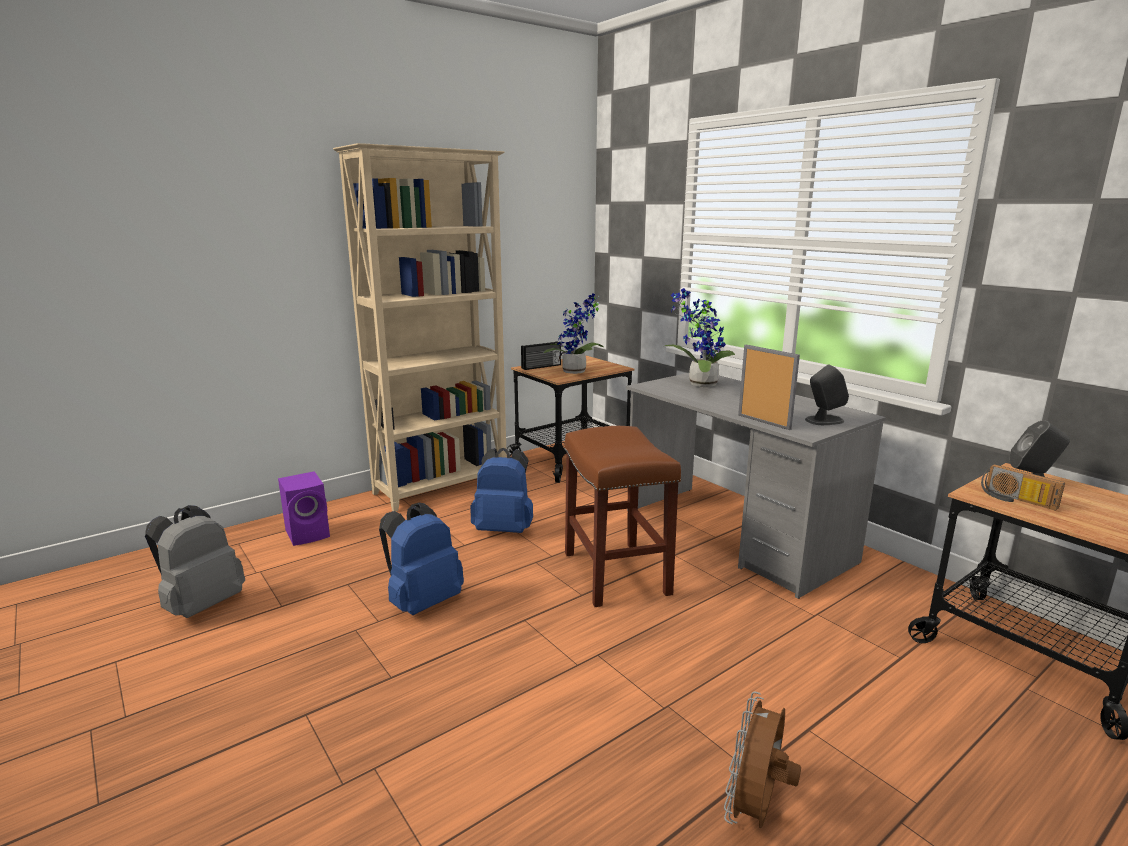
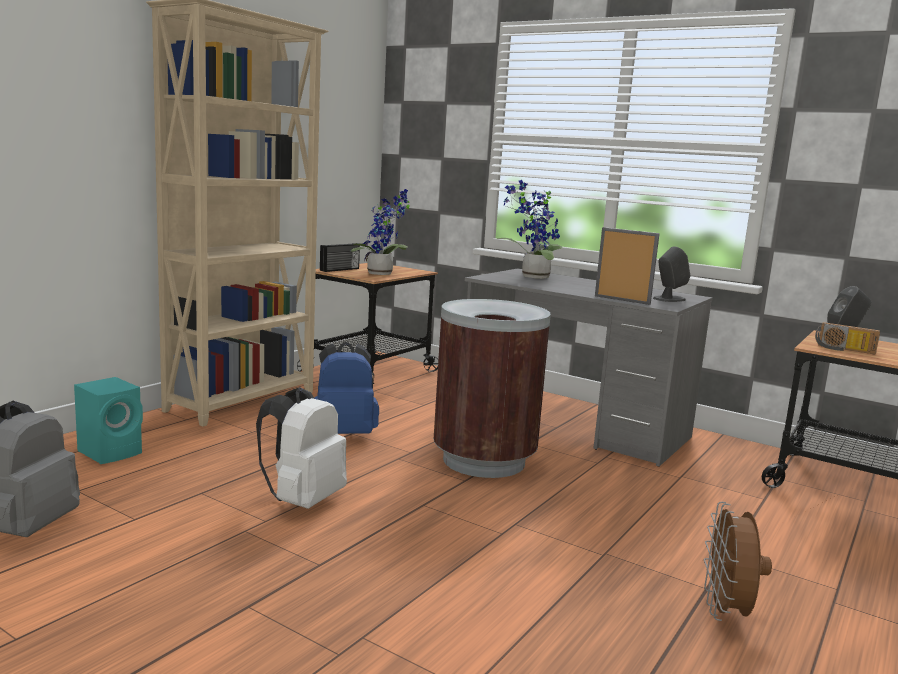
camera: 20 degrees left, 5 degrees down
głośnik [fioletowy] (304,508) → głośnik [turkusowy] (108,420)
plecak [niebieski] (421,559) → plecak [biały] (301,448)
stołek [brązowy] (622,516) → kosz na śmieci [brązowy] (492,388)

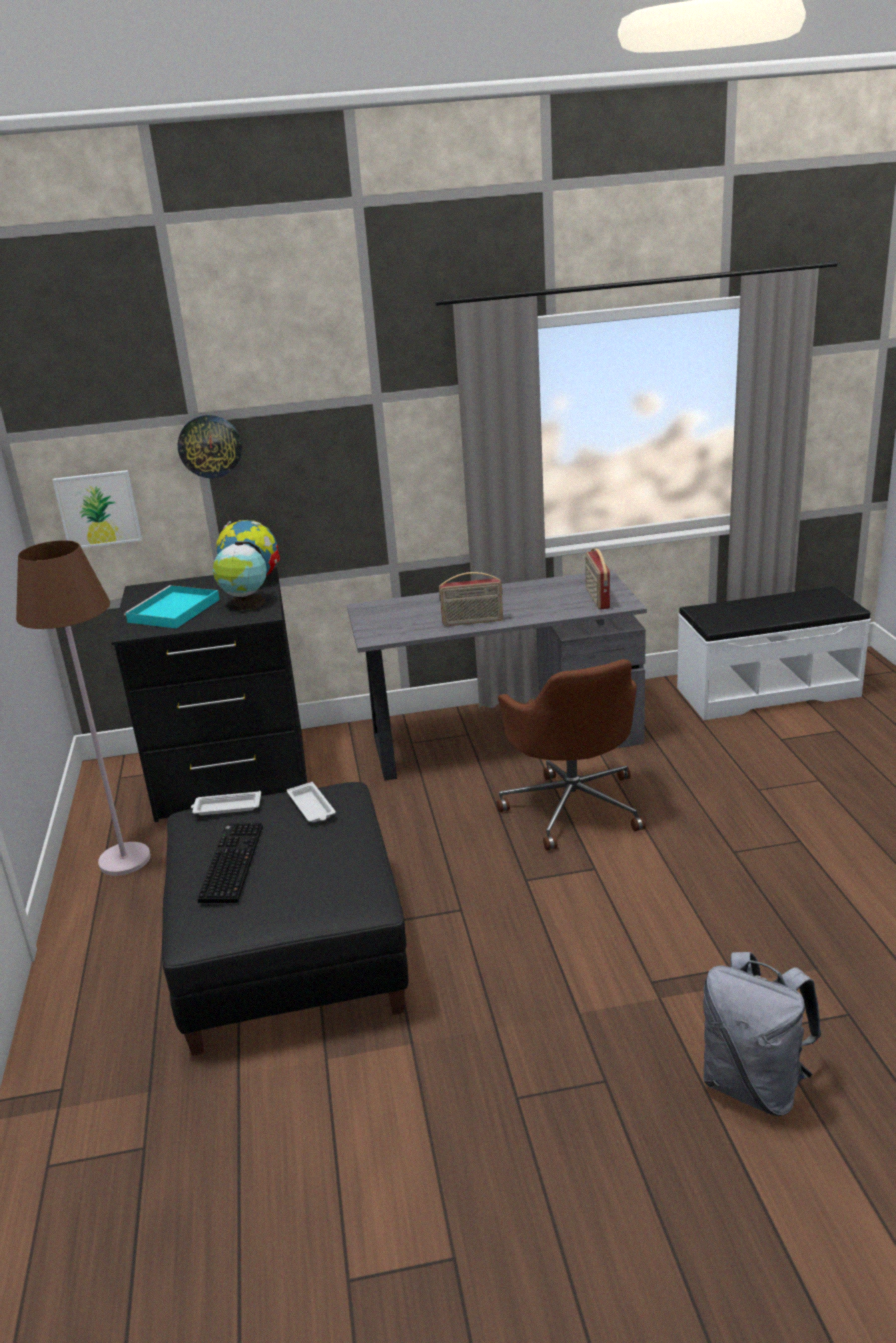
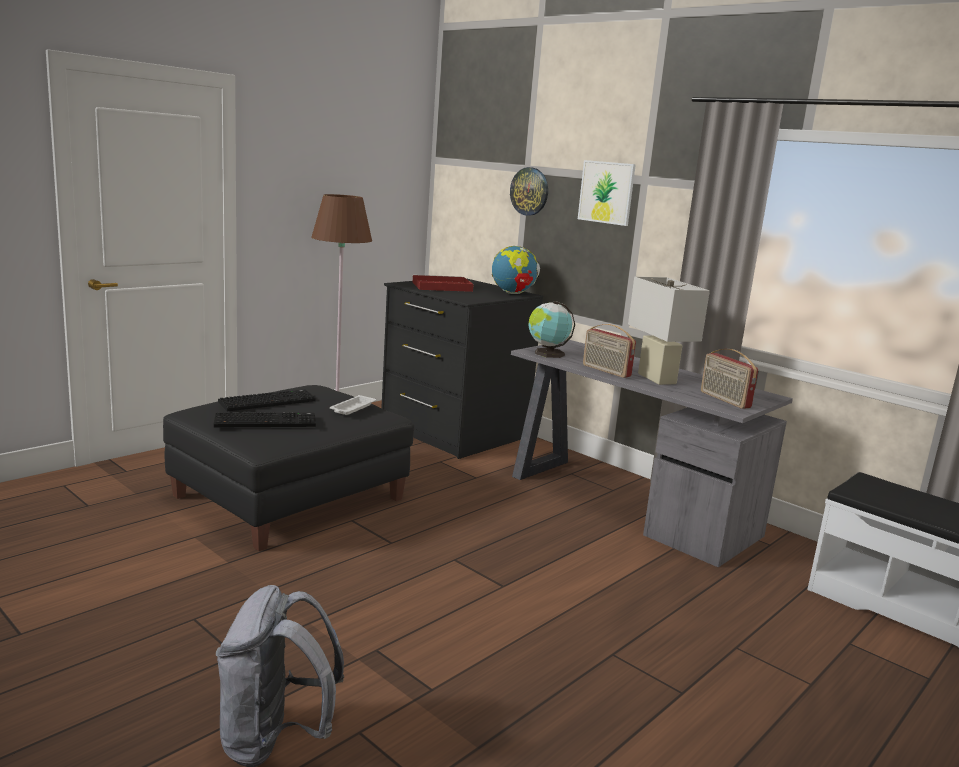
camera: 50 degrees right, 10 degrees down
- → klawiatura (265,420)
taca [turkusowy] (172,607) → taca [czerwony] (443,283)
globus (240,576) → globus (551,329), relocated
obraz (97,509) → obraz (607,193), relocated
- → lampa stołowa [biały] (669,331)
radio (597,578) → radio (729,379), 75 degrees counterclockwise
taca [biały] (226,803) → -
krzesło biurowe [brązowy] (571,755) → -

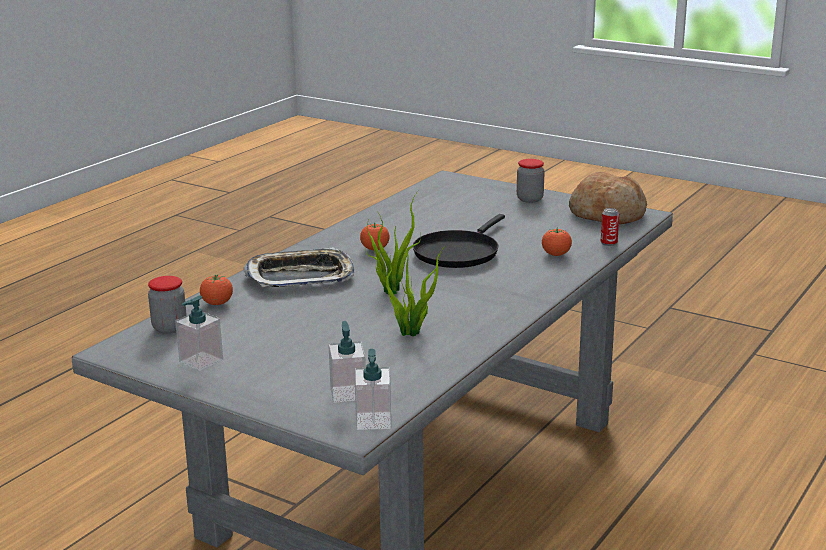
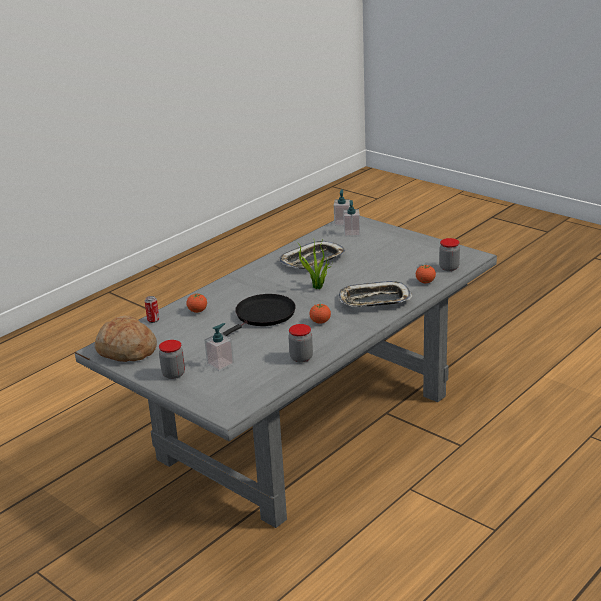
camera: 170 degrees left, 5 degrees up
dozownik mydła (199,333) → dozownik mydła (219,347), relocated
roślina doniczkowa (414,290) → taca (312,255)
- → słoik (300,343)

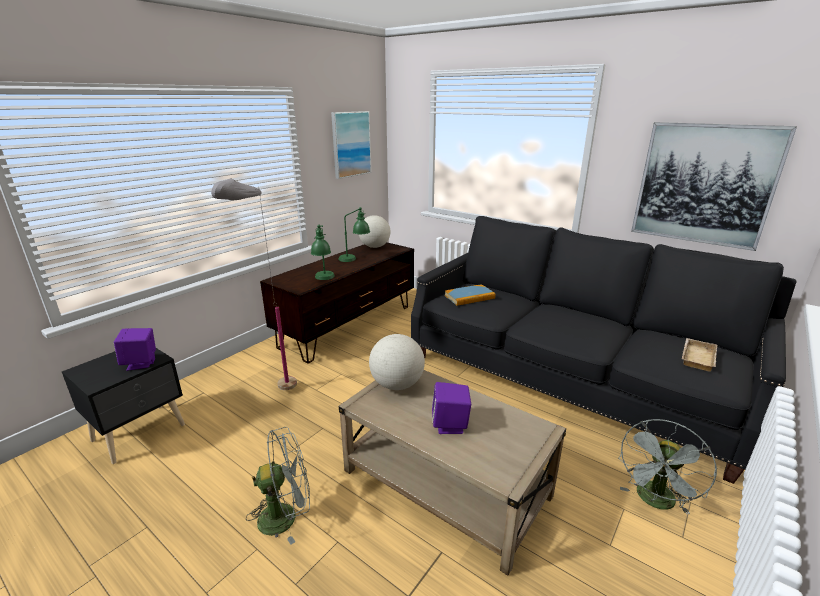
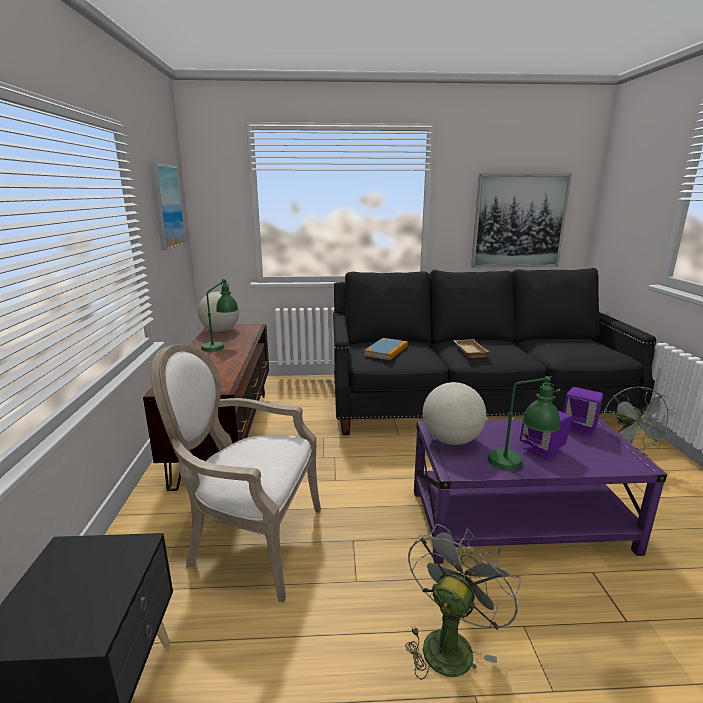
camera: 40 degrees left, 5 degrees down
lampa stojąca [szary] (254,284) → fotel (236,473)
ława [beżowy] (452,472) → ława [fioletowy] (540,491)
taca [beżowy] (699,355) → taca [beżowy] (470,348), relocated
lampa stołowa [zielony] (323,252) → lampa stołowa [zielony] (524,423), relocated
głośnik [fioletowy] (135,349) → głośnik [fioletowy] (583,411), relocated

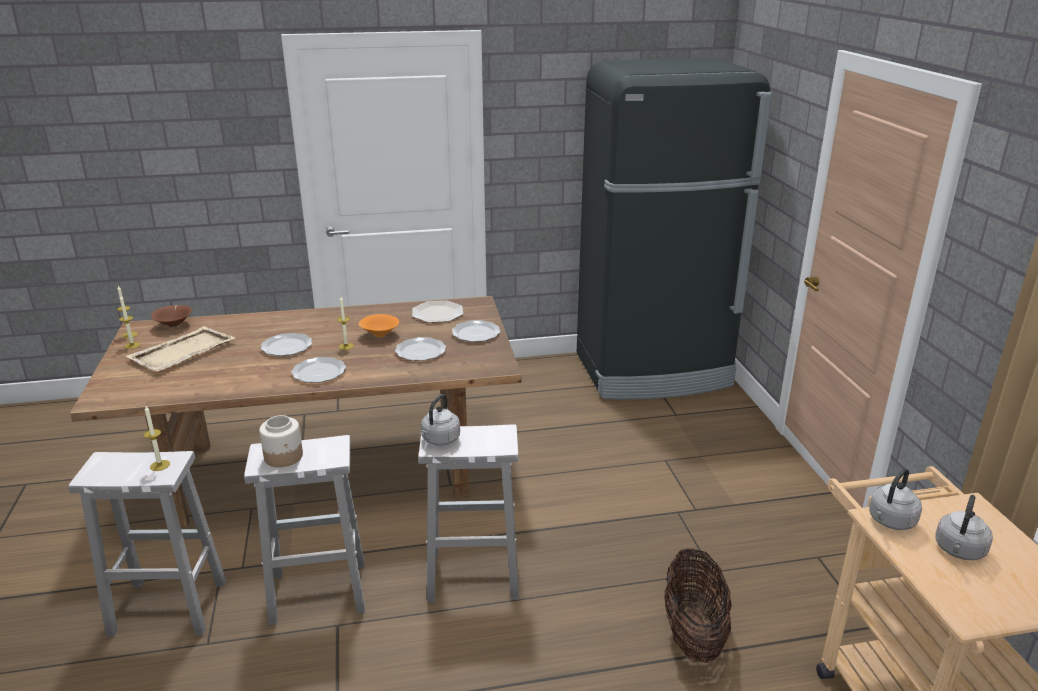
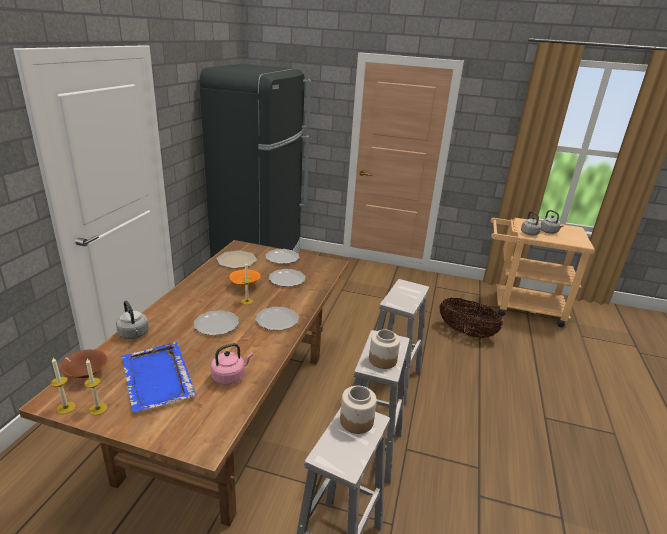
camera: 65 degrees left, 0 degrees up
czajnik [szary] (440,420) → czajnik [szary] (132,319), relocated
taca [beżowy] (180,349) → taca [niebieski] (158,377)
- → czajnik [różowy] (232,364)
świeca (157,438) → słoik (358,410)

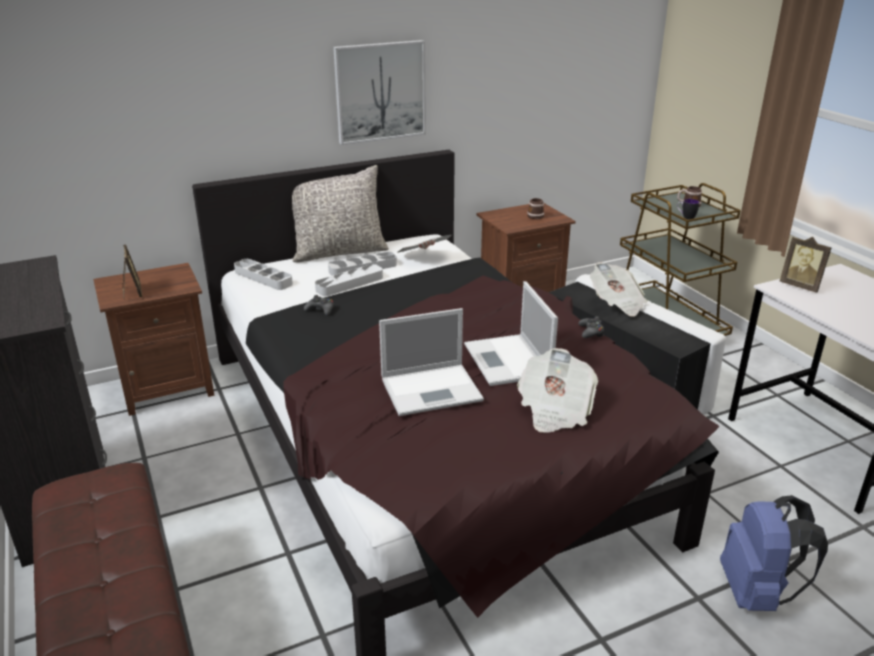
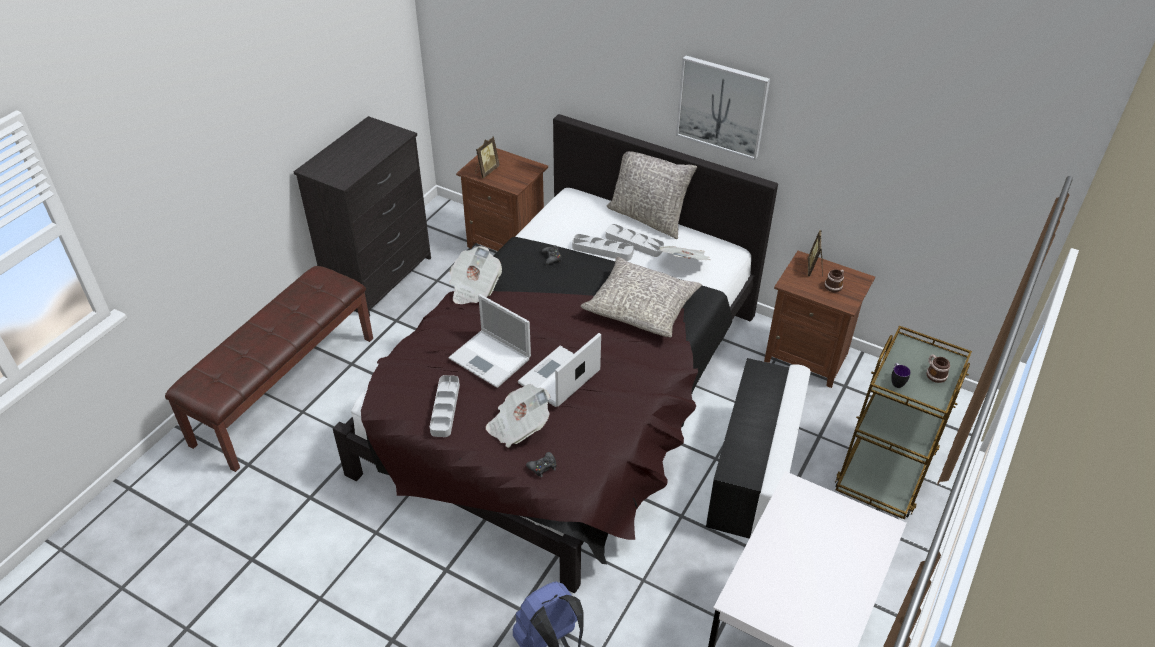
camera: 55 degrees right, 15 degrees up
taca [szary] (263,274) → taca [szary] (445,406), relocated
gazeta (619,289) → gazeta (475,275), relocated
pad do gier [czarny] (591,327) → pad do gier [czarny] (541,464), relocated
- → poduszka [szary] (641,297)
ramka na zdjęcie (806,265) → ramka na zdjęcie (815,253), relocated

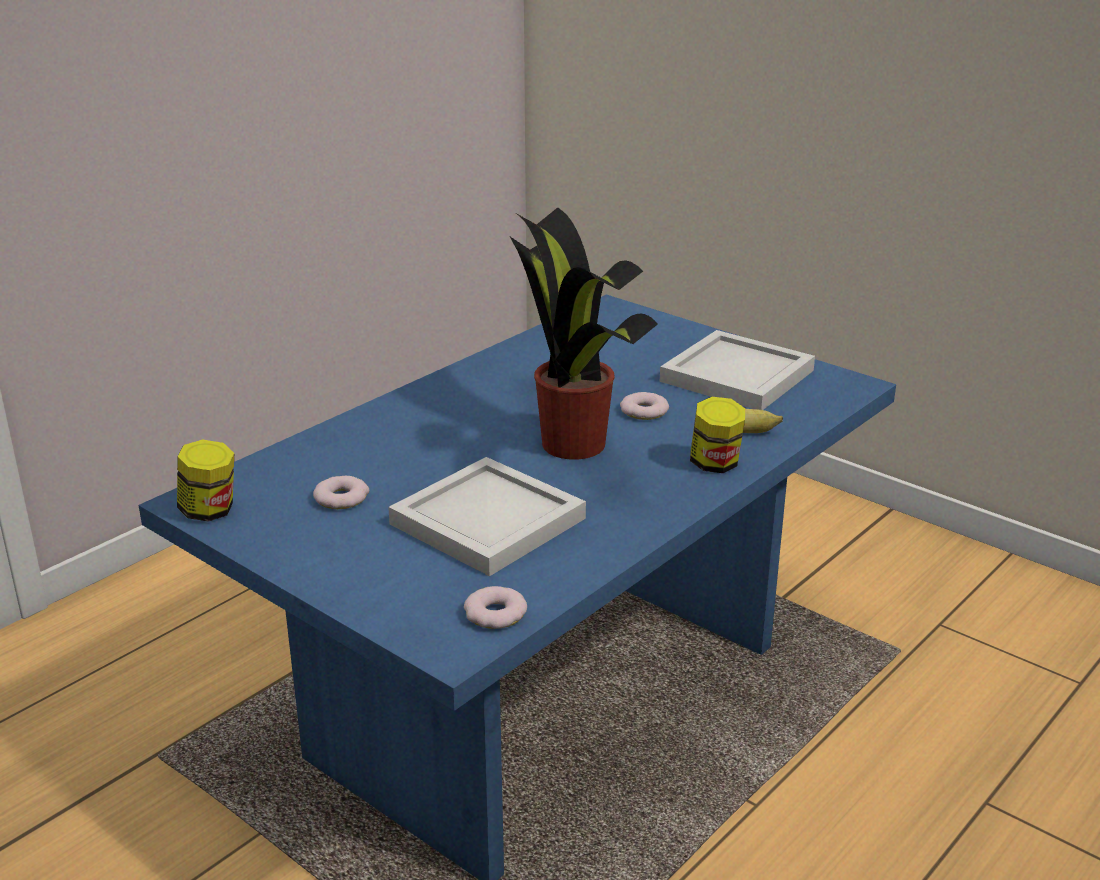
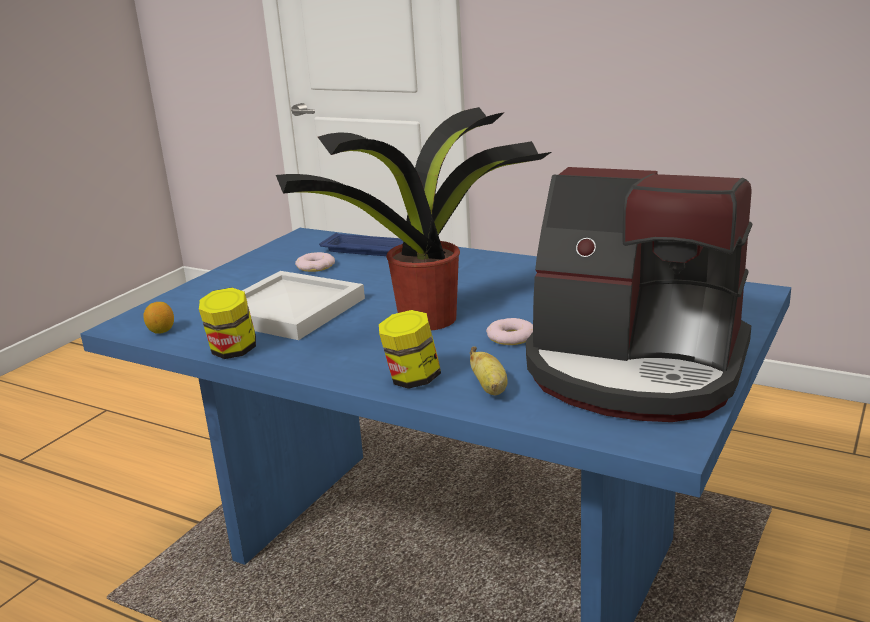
camera: 80 degrees right, 5 degrees down
donut (495,607) → cytryna (158,318)
słoik (205,480) → słoik (227,323), relocated
- → taca [niebieski] (361,244)
taca [biały] (737,370) → ekspres do kawy (639,294)

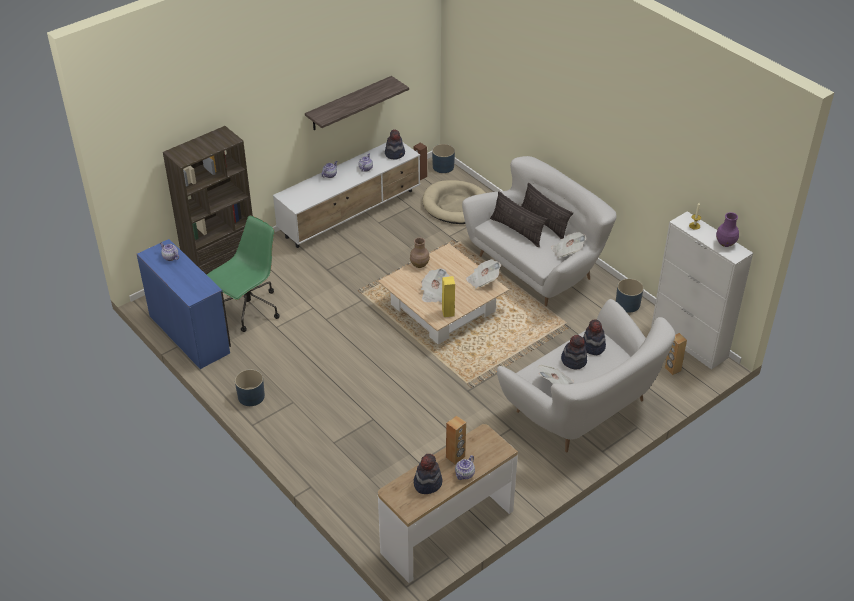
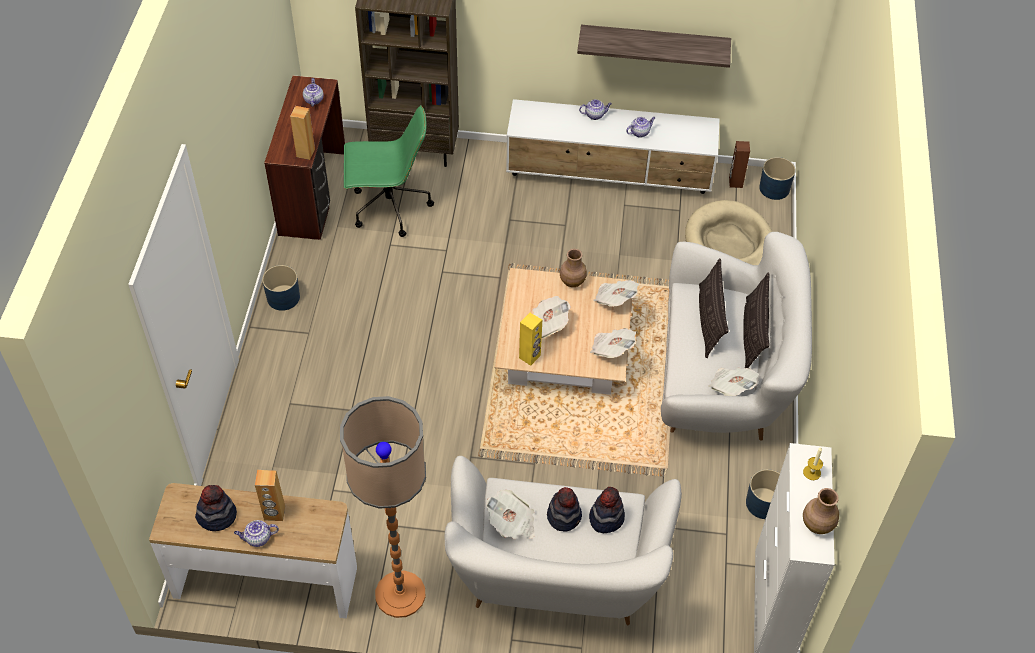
camera: 45 degrees right, 10 degrees up
biurko [niebieski] (184,304) → biurko [brązowy] (304,157)
głośnik [brązowy] (676,354) → głośnik [brązowy] (302,133), relocated
- → lampa stojąca (383,507)
- → gazeta (616,293)
wazon [fioletowy] (727,229) → wazon [brązowy] (821,511)
kapelusz (395,144) → -

